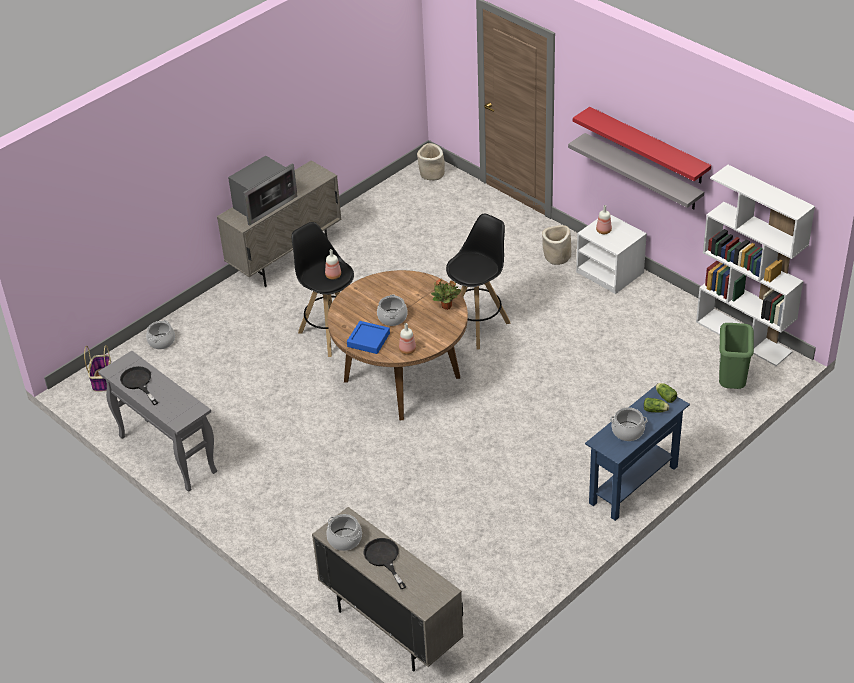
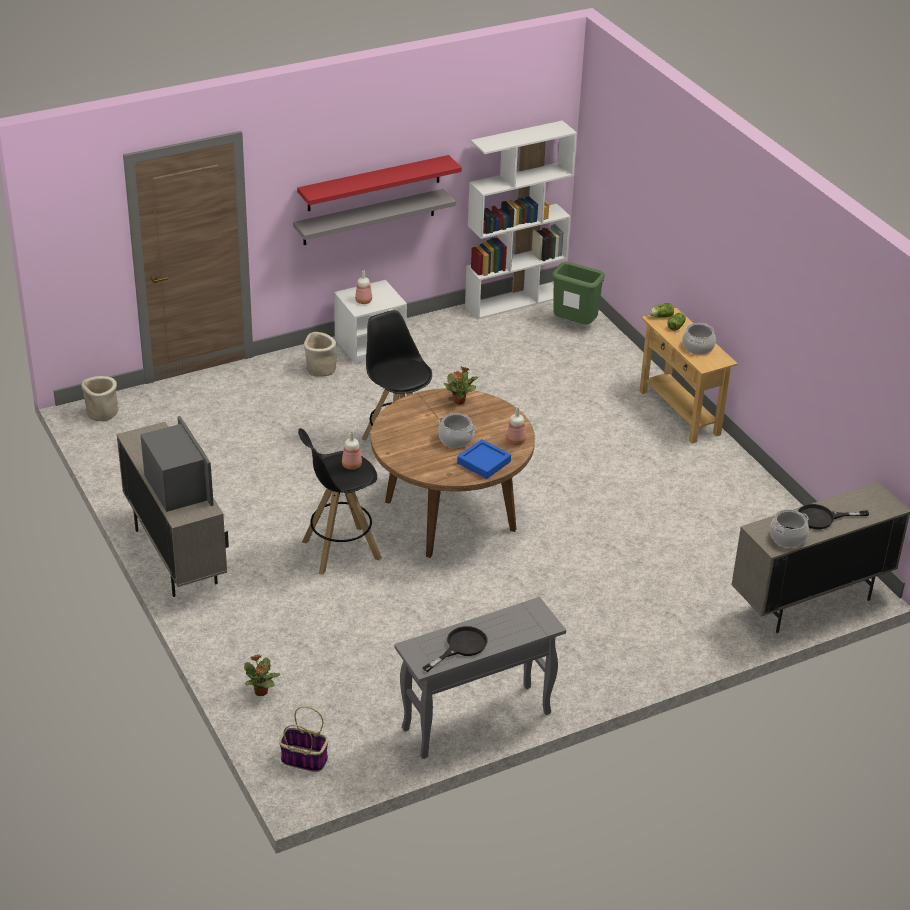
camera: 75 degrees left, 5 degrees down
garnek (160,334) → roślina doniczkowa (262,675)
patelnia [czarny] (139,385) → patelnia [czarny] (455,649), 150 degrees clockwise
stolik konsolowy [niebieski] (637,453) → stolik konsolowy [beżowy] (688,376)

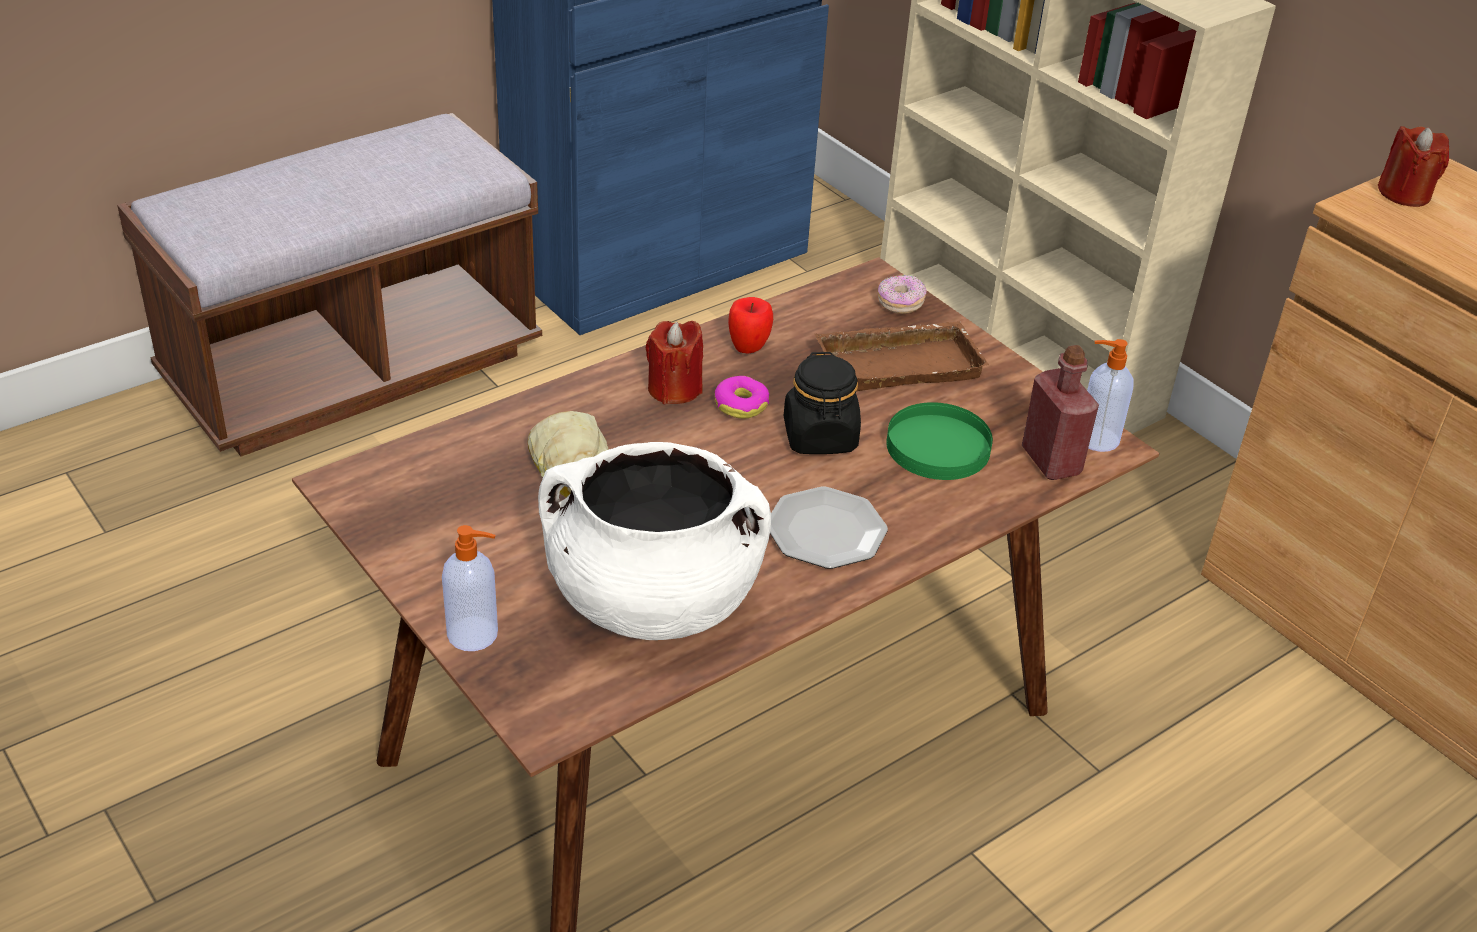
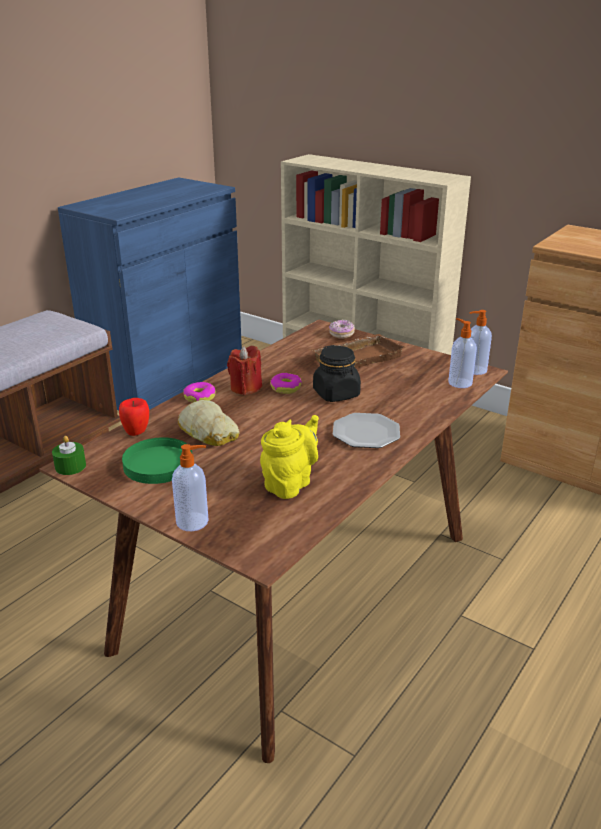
camera: 15 degrees left, 10 degrees down
- → świeca [zielony] (69,455)
jabłko (750,325) → jabłko (134,417), relocated
talerz [zielony] (939,441) → talerz [zielony] (157,460), relocated
- → donut (199,392)
garnek [biały] (654,541) → imbryk [żółty] (289,457)
butelka [czerwony] (1060,412) → dozownik mydła (462,353)
świeca [czerwony] (1413,166) → -

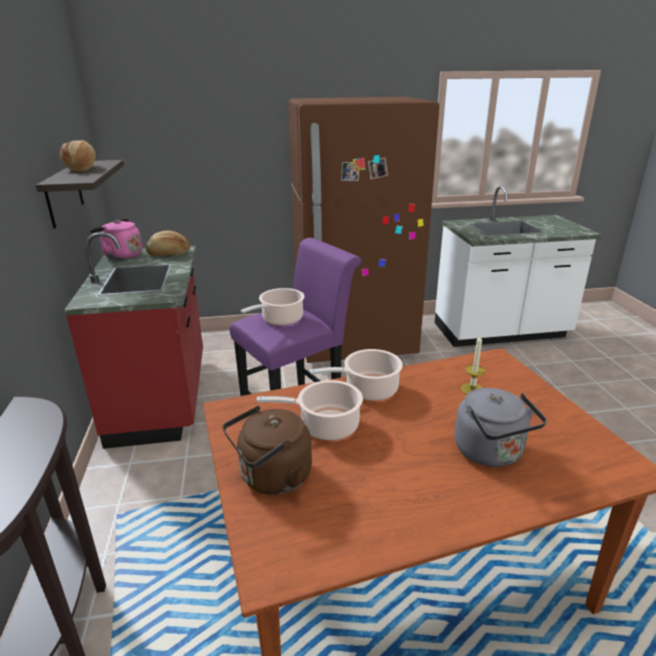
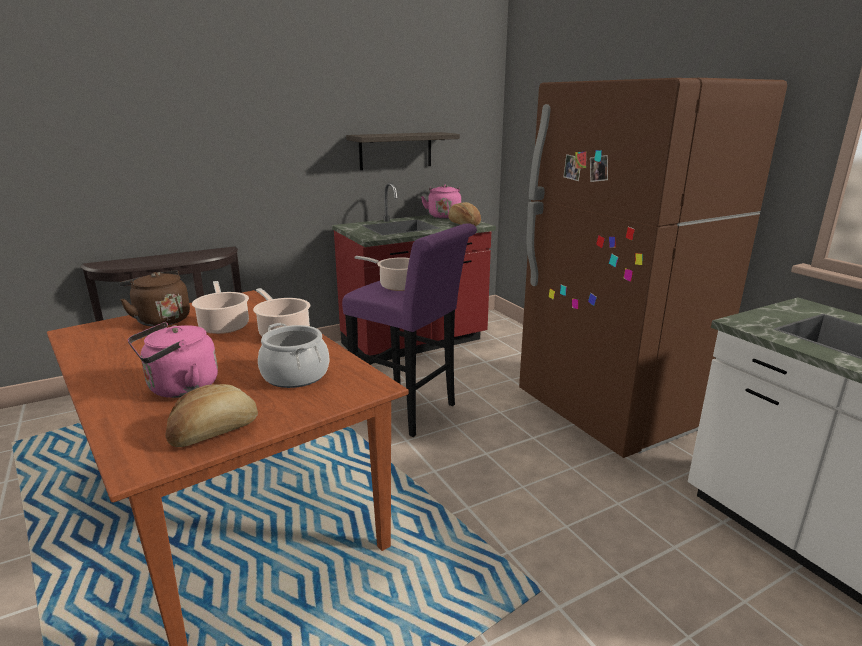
camera: 70 degrees right, 5 degrees down
czajnik [szary] (500,427) → czajnik [różowy] (173,360)
chleb (78,156) → chleb (212,415), relocated
świeca (473,365) → garnek (293,355)

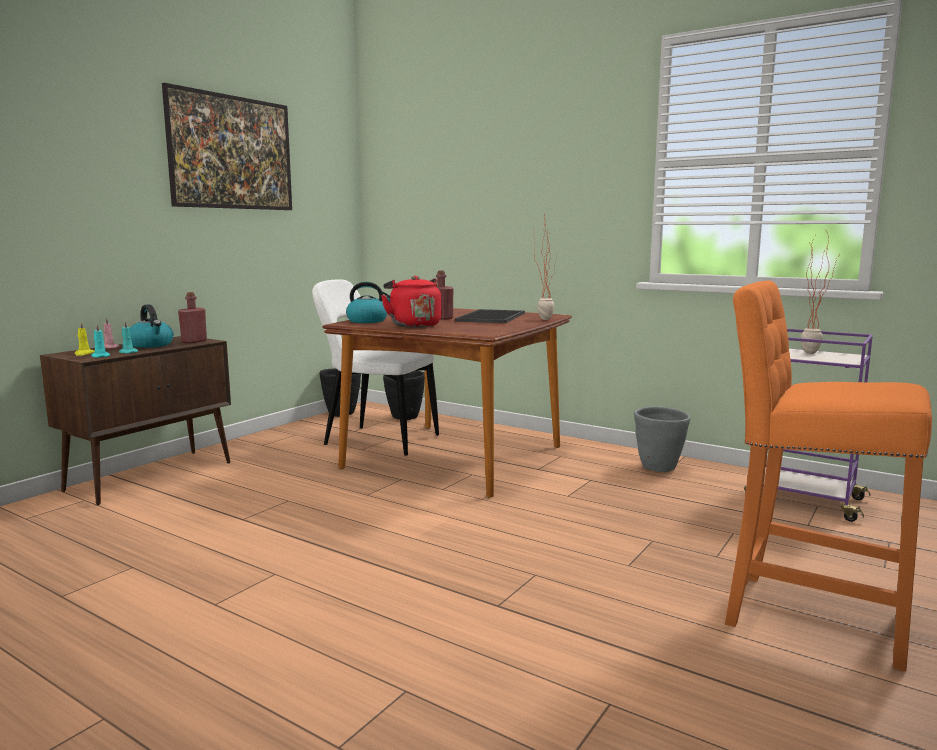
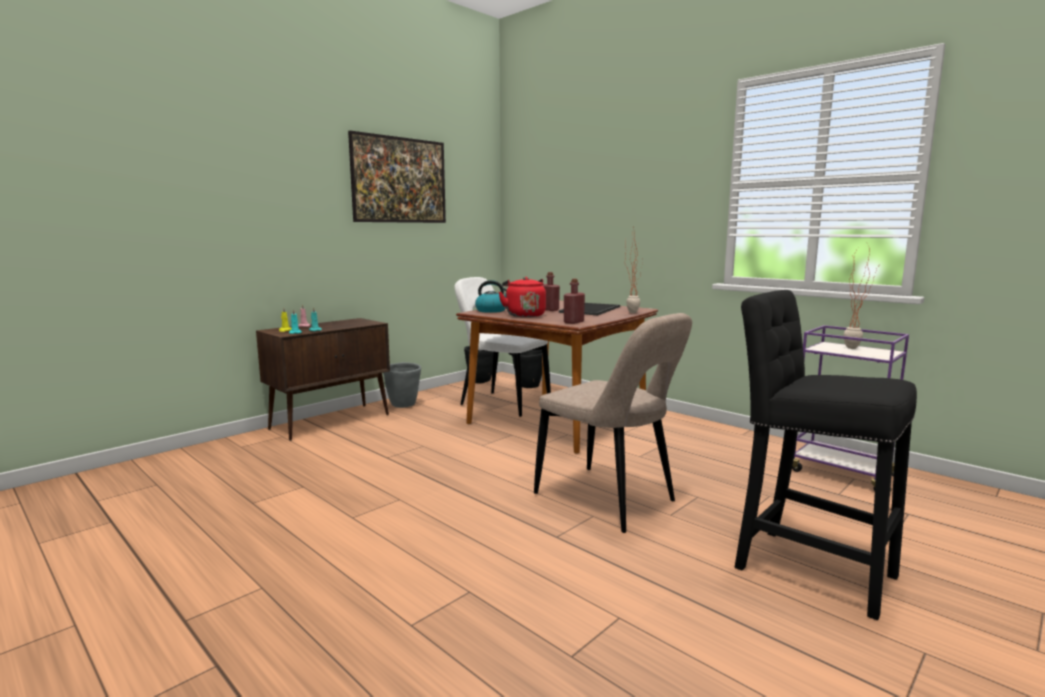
camera: 10 degrees right, 0 degrees up
donica [szary] (662,439) → donica [szary] (402,385), relocated
- → krzesło [beżowy] (613,423)
butelka [czerwony] (192,317) → butelka [czerwony] (574,301), relocated
stołek [pomarańczowy] (828,476) → stołek [czarny] (826,455)
czajnik (152,326) → -

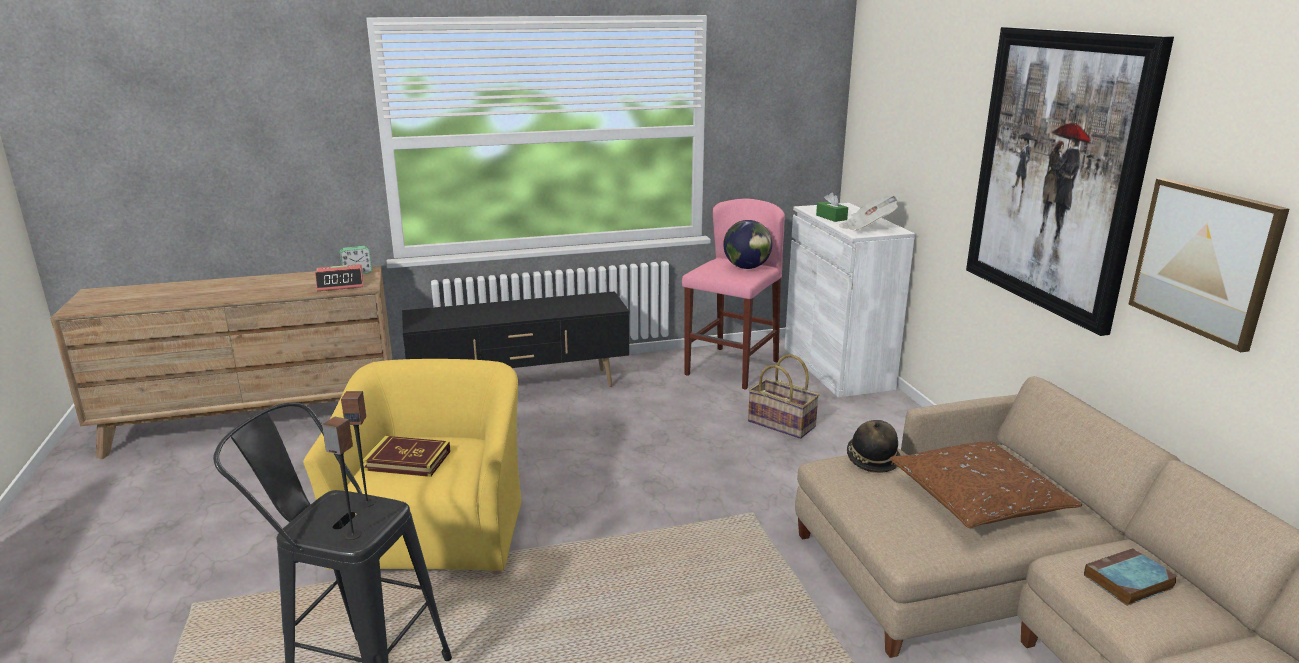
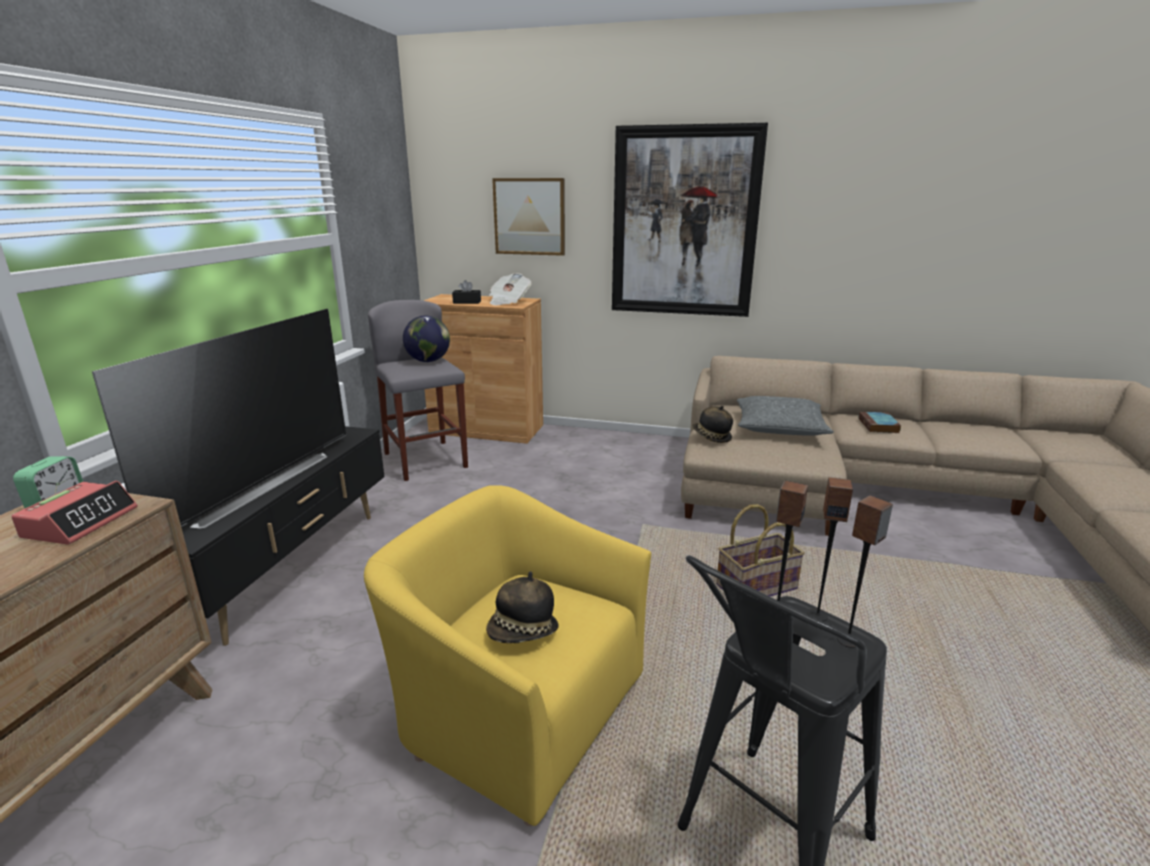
camera: 60 degrees left, 0 degrees up
- → telewizor (219,418)
stołek [różowy] (733,294) → stołek [szary] (418,390)
szafka [biały] (850,300) → szafka [brązowy] (483,369)
pudełko chusteczek [zielony] (832,207) → pudełko chusteczek [czarny] (466,292)
książka (407,456) → kapelusz (522,607)
obraz (1208,265) → obraz (528,217), relocated
koszyk (783,396) → koszyk (760,550), relocated
poduszka [brązowy] (986,484) → poduszka [szary] (785,416)
- → głośnik (830,549)

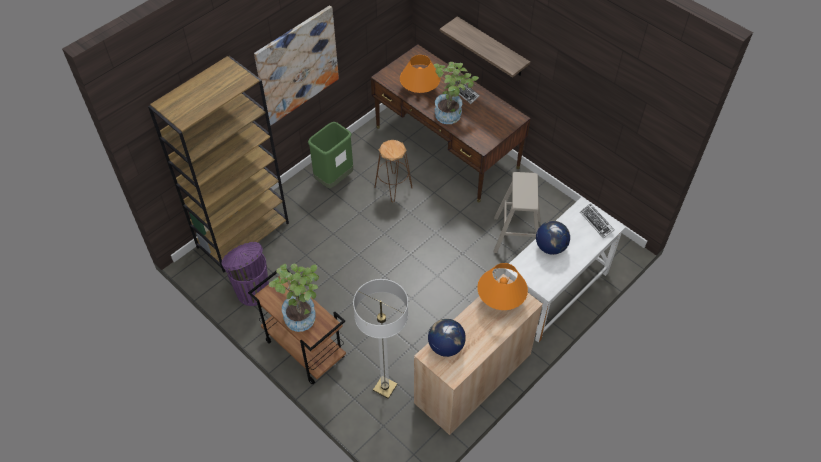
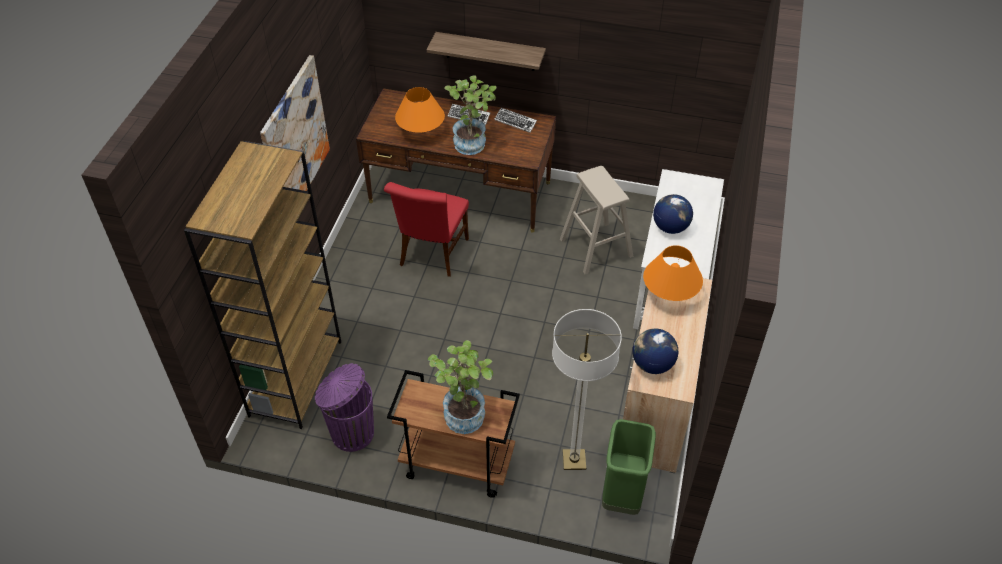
camera: 30 degrees left, 5 degrees down
stołek [brązowy] (393,171) → krzesło [czerwony] (426,229)
klawiatura (597,221) → klawiatura (515,120), relocated
kosz na śmieci [zielony] (330,155) → kosz na śmieci [zielony] (629,467), relocated

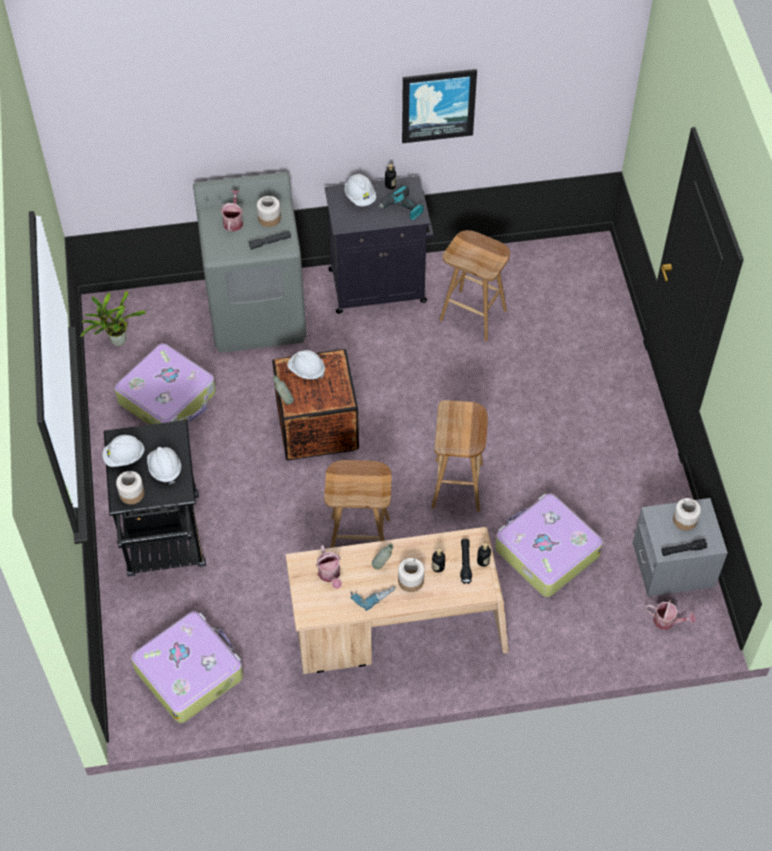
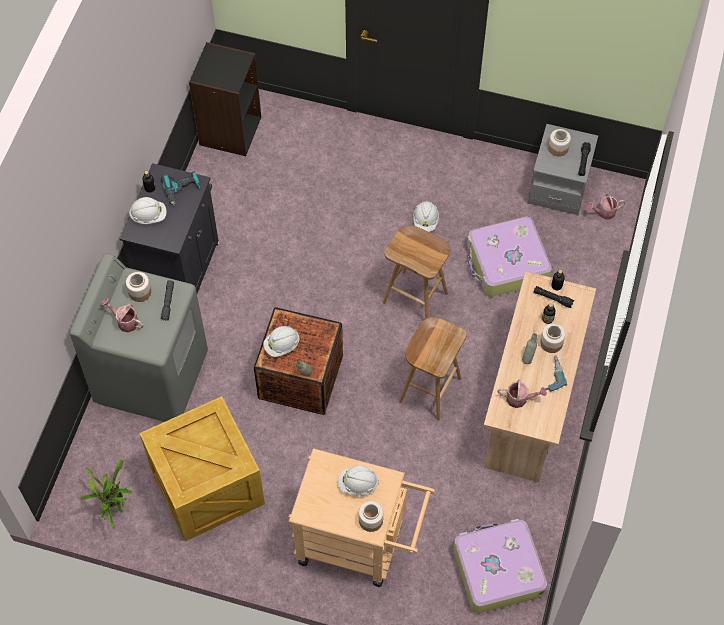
camera: 65 degrees left, 5 degrees up
walizka (165,384) → skrzynka (202,468)
- → regał [czarny] (225,99)
wózek [czarny] (155,498) → wózek [beżowy] (362,517)
kask [biały] (123,451) → kask [biały] (426,216), relocated
konewka (670,615) → konewka (606,207), 150 degrees counterclockwise
obraz (439,106) → -
stołek [brązowy] (475,285) → -

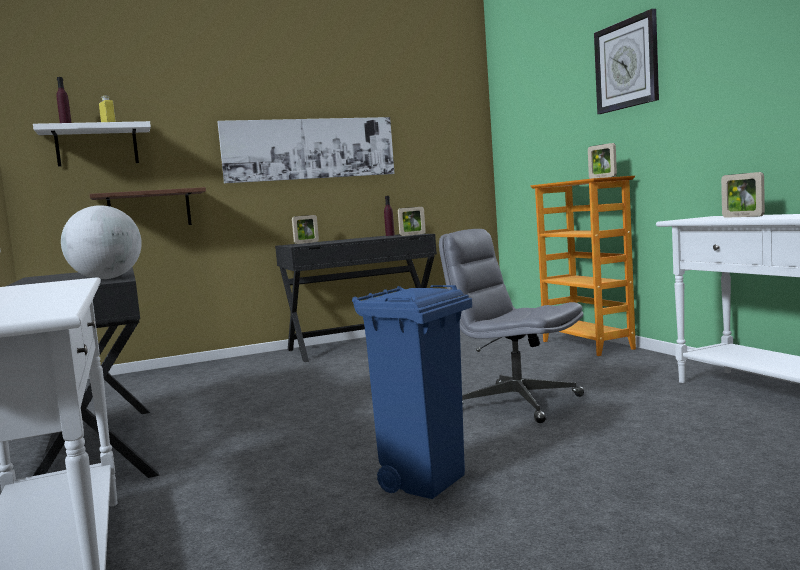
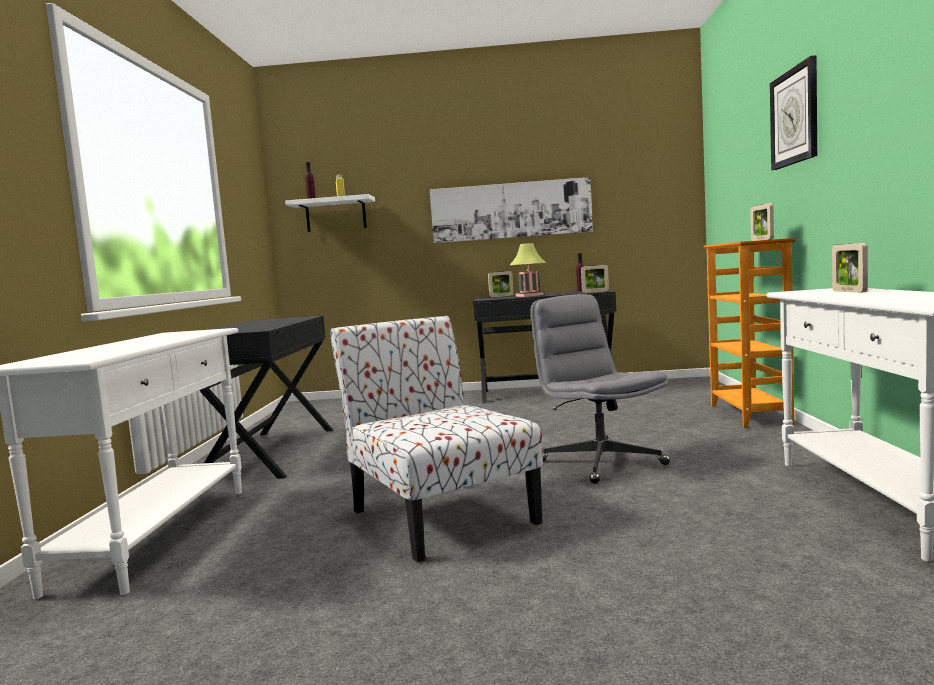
camera: 25 degrees right, 0 degrees up
kosz na śmieci [niebieski] (412,392) → krzesło (436,439)
- → lampa stołowa (528,270)
globus (101,242) → -
półka (147,206) → -

